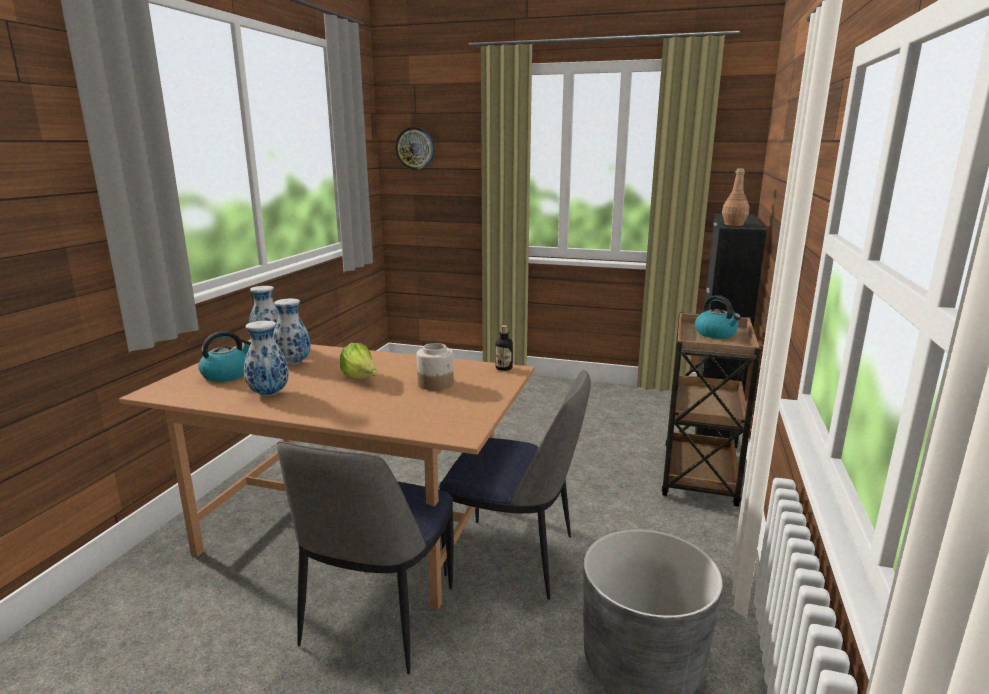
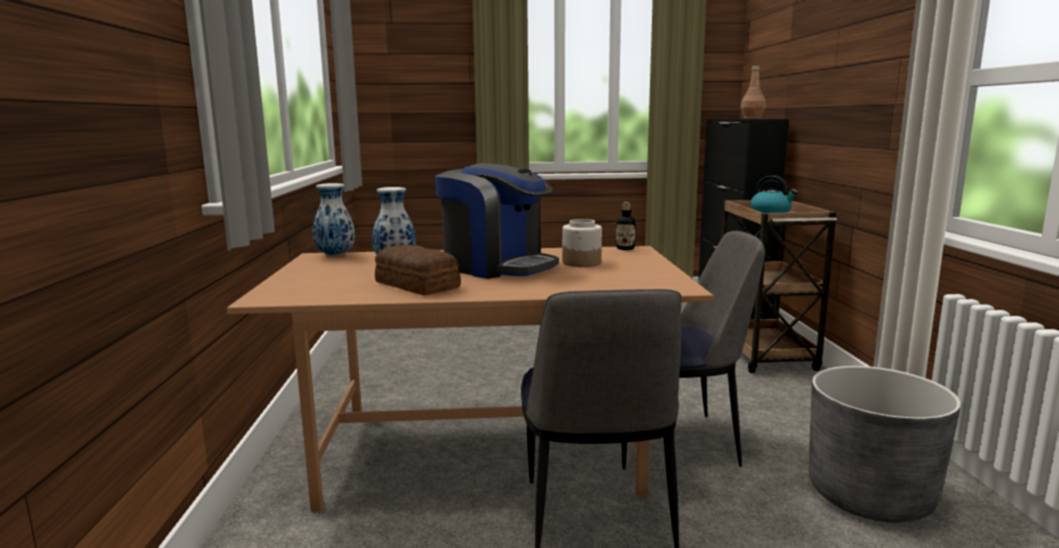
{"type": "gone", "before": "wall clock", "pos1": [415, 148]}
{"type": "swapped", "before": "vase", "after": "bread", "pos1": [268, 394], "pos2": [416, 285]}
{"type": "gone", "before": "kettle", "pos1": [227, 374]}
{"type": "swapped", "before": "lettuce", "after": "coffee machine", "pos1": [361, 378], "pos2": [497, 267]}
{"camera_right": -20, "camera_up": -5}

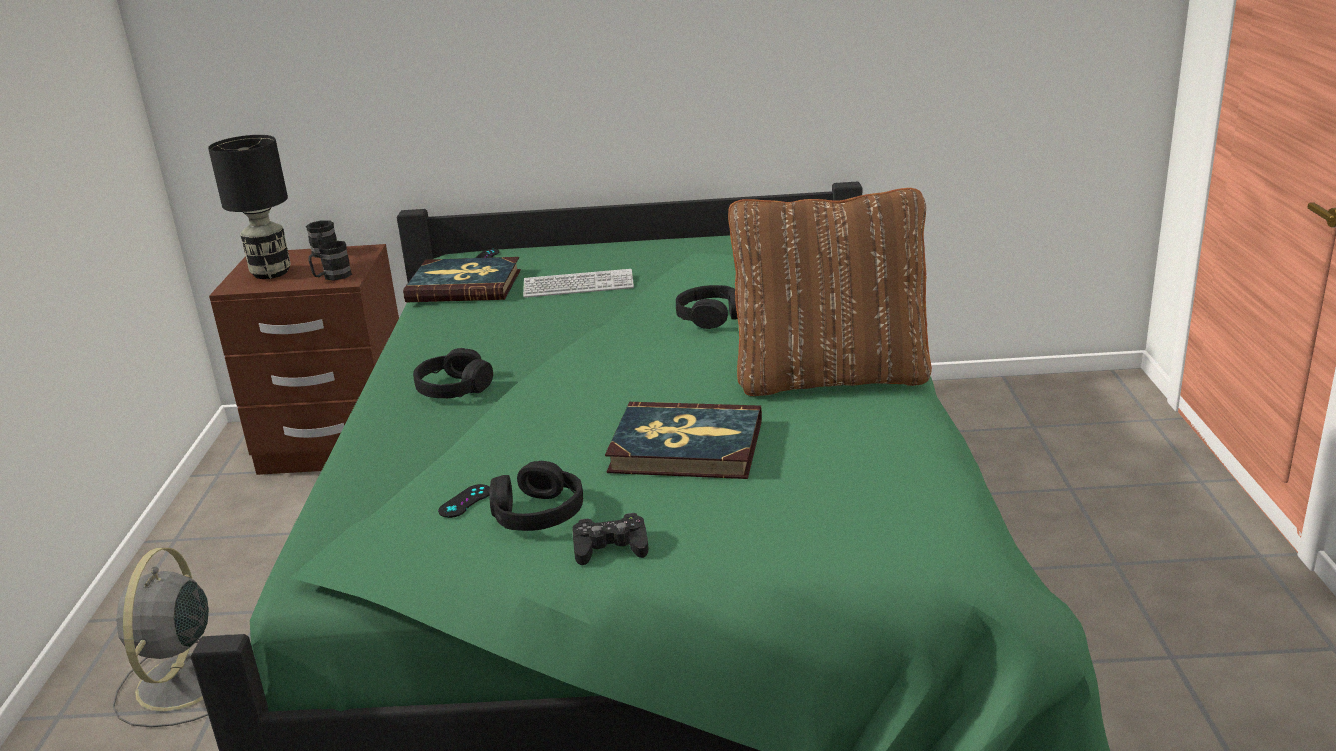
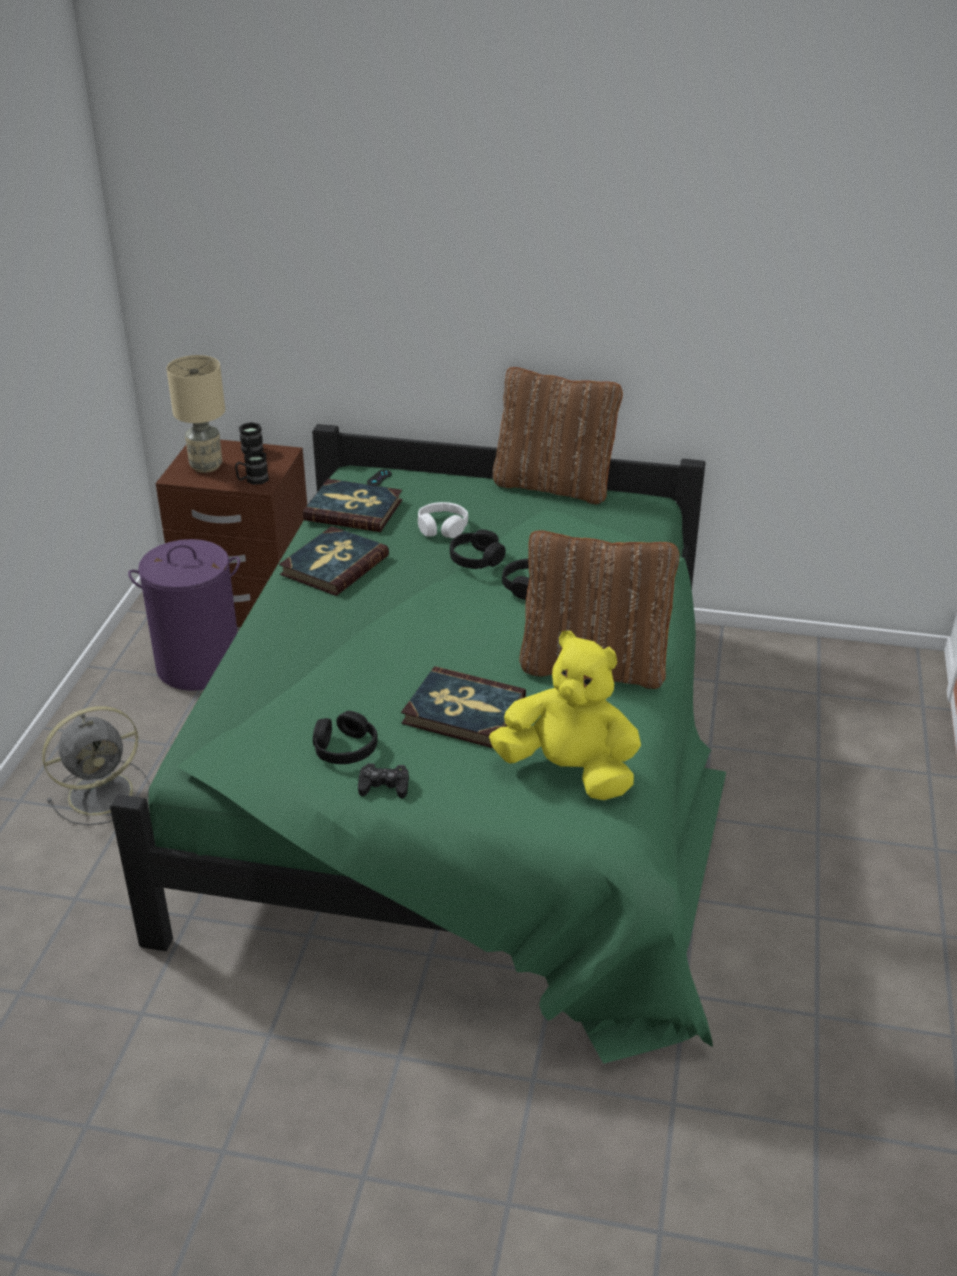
{"type": "repainted", "before": "table lamp in black", "after": "table lamp in beige", "pos1": [272, 273], "pos2": [207, 466]}
{"type": "swapped", "before": "keyboard", "after": "headphones in white", "pos1": [578, 286], "pos2": [442, 527]}
{"type": "shifted", "before": "headphones in black", "pos1": [454, 388], "pos2": [476, 558]}
{"type": "gone", "before": "game controller in black", "pos1": [465, 501]}
{"type": "rotated", "before": "fan in grey", "pos1": [180, 684], "pos2": [103, 792], "turn": -135}
{"type": "new", "after": "pillow in brown", "pos2": [554, 486]}
{"type": "new", "after": "book", "pos2": [334, 565]}
{"type": "new", "after": "laundry basket in purple", "pos2": [199, 665]}
{"type": "new", "after": "plush toy in yellow", "pos2": [569, 771]}
{"camera_right": 10, "camera_up": 10}

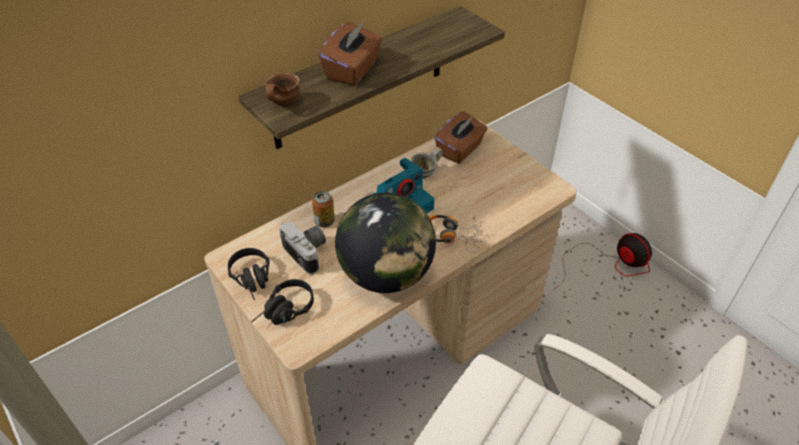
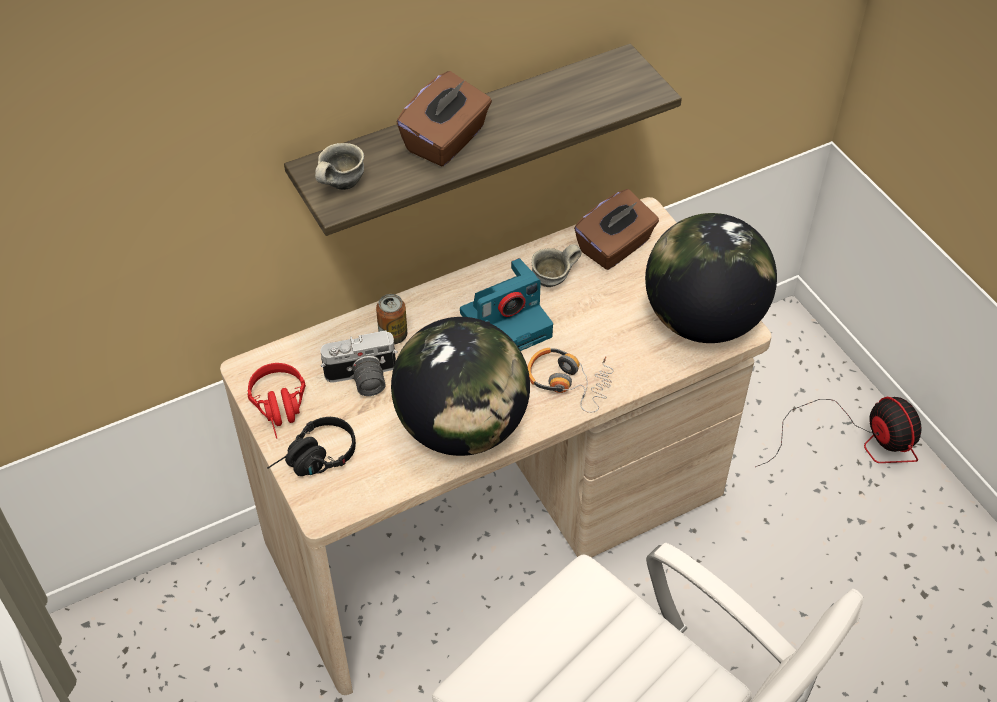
{"type": "repainted", "before": "mug in brown", "after": "mug in grey", "pos1": [282, 104], "pos2": [339, 185]}
{"type": "rotated", "before": "photo camera", "pos1": [309, 253], "pos2": [362, 380], "turn": 105}
{"type": "repainted", "before": "headphones in black", "after": "headphones in red", "pos1": [254, 281], "pos2": [281, 409]}
{"type": "new", "after": "globe", "pos2": [703, 320]}
{"camera_right": 10, "camera_up": 5}

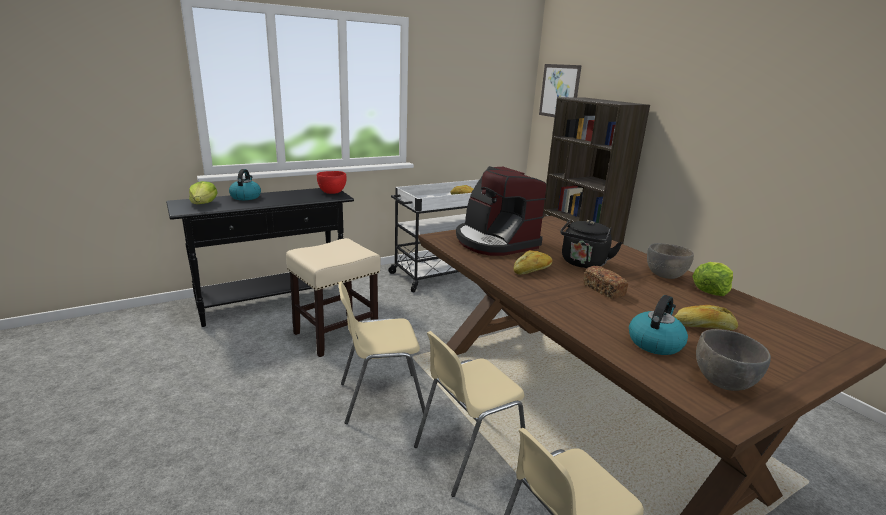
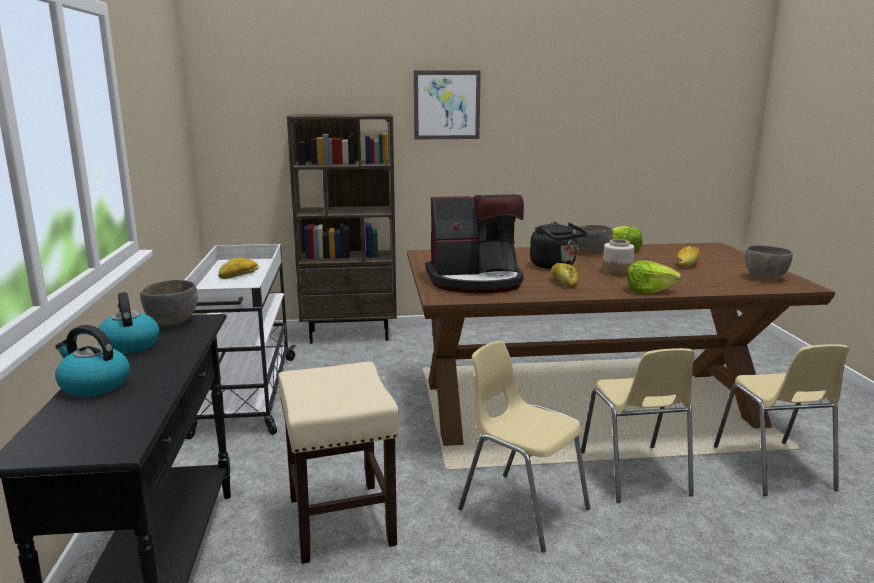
{"type": "shifted", "before": "picture", "pos1": [559, 91], "pos2": [446, 105]}
{"type": "repainted", "before": "bowl in red", "after": "bowl in grey", "pos1": [332, 193], "pos2": [173, 322]}
{"type": "shifted", "before": "lettuce", "pos1": [204, 204], "pos2": [649, 291]}
{"type": "swapped", "before": "bread", "after": "jar", "pos1": [603, 290], "pos2": [617, 272]}
{"type": "rotated", "before": "chair in beige", "pos1": [380, 398], "pos2": [522, 509], "turn": 120}
{"type": "shifted", "before": "kettle", "pos1": [655, 342], "pos2": [129, 345]}
{"camera_right": -65, "camera_up": -5}

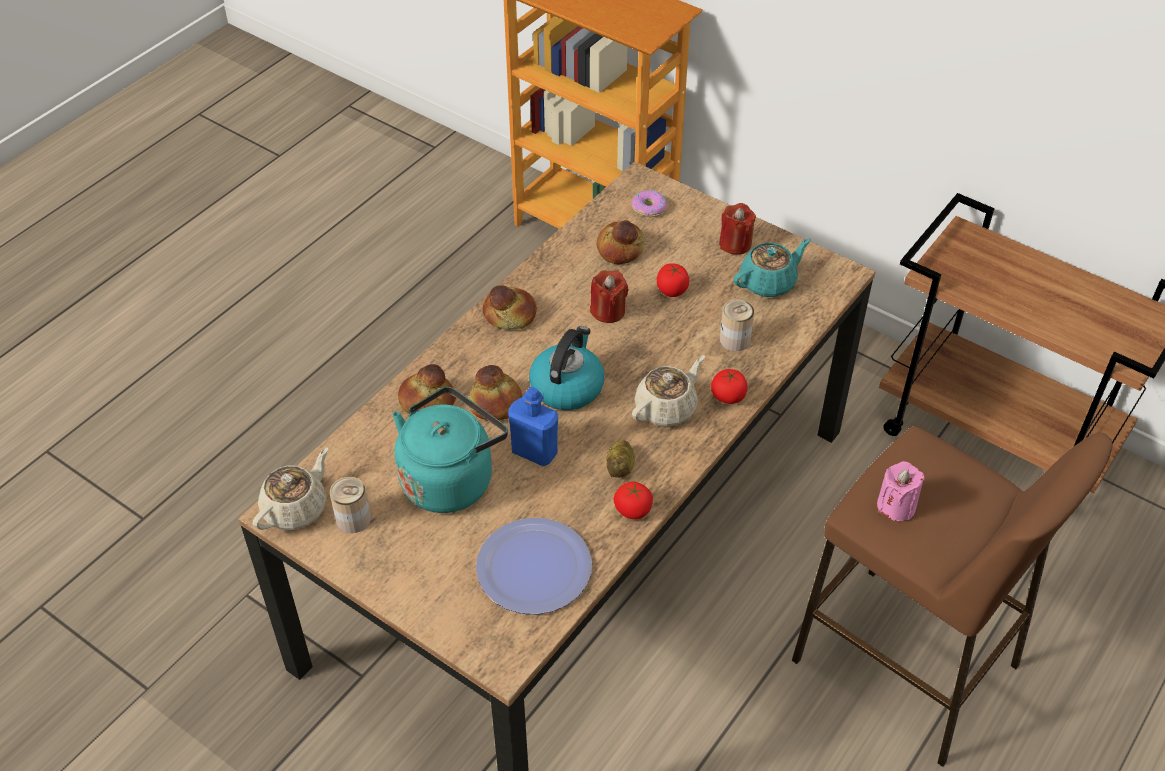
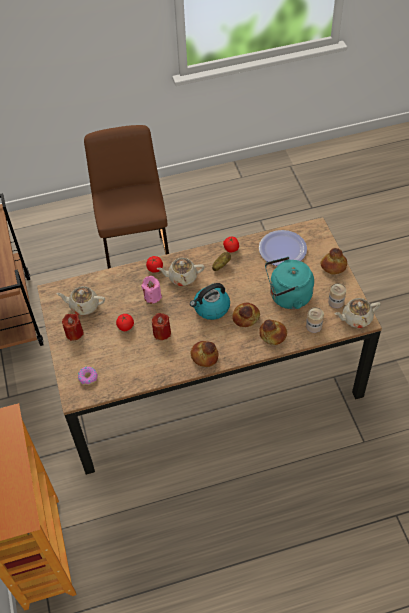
{"type": "shifted", "before": "bread", "pos1": [621, 249], "pos2": [333, 266]}
{"type": "repainted", "before": "teapot in turquoise", "after": "teapot in beige", "pos1": [768, 282], "pos2": [83, 306]}
{"type": "shifted", "before": "can", "pos1": [734, 339], "pos2": [313, 326]}
{"type": "gone", "before": "bottle in blue", "pos1": [534, 452]}
{"type": "shifted", "before": "candle in pink", "pos1": [896, 506], "pos2": [152, 296]}
{"camera_right": -140, "camera_up": 5}

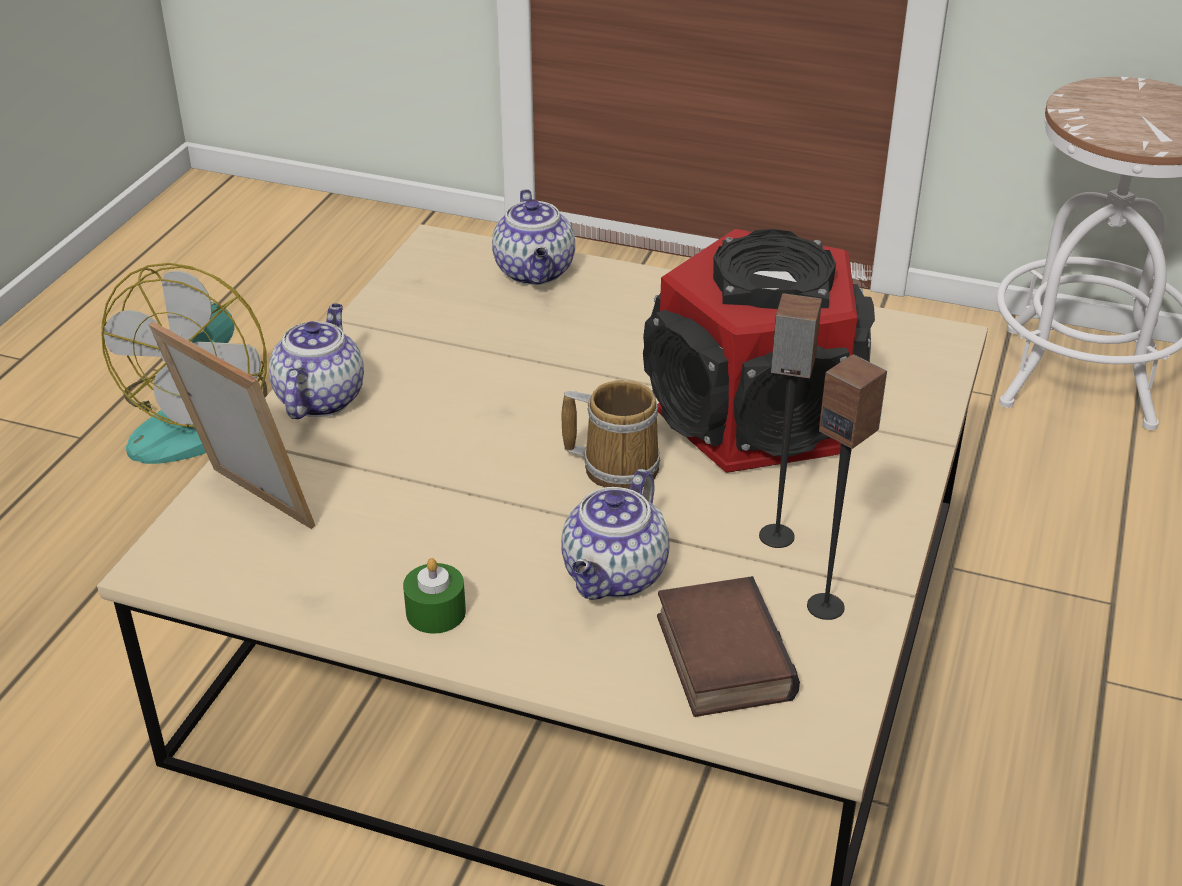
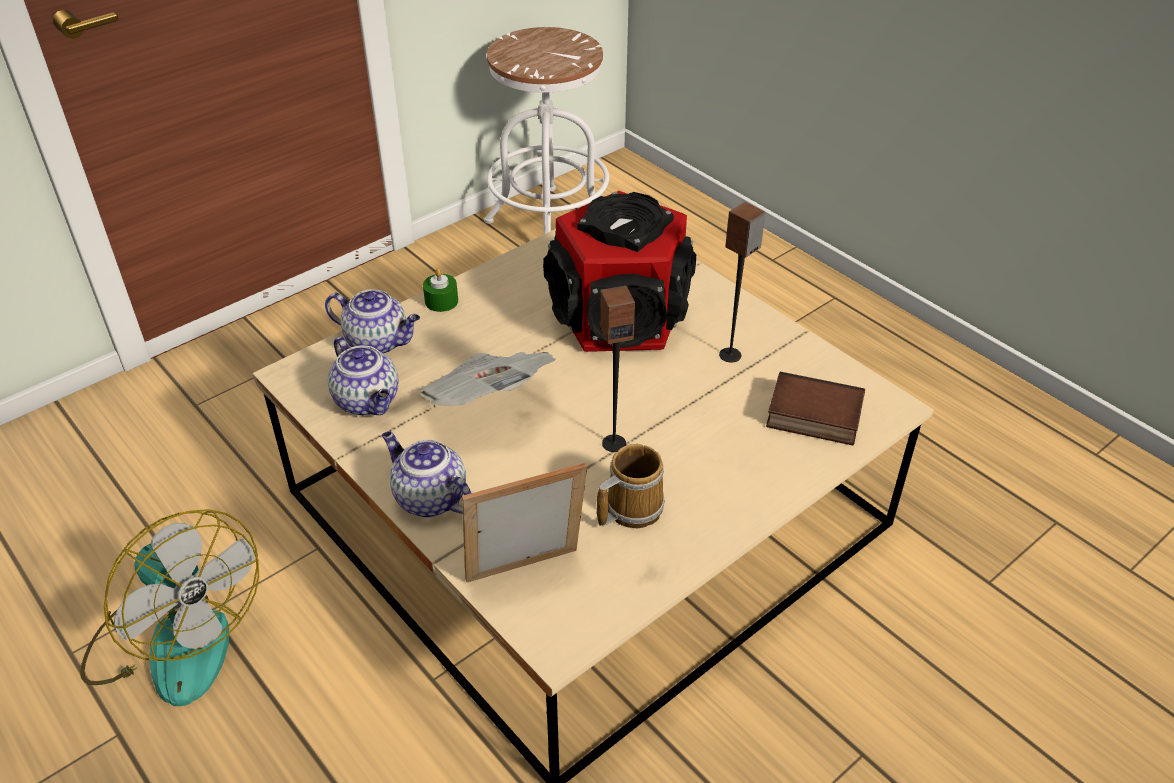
{"type": "shifted", "before": "speaker", "pos1": [826, 606], "pos2": [614, 443]}
{"type": "shifted", "before": "mug", "pos1": [616, 465], "pos2": [630, 508]}
{"type": "shifted", "before": "teapot", "pos1": [615, 577], "pos2": [368, 401]}
{"type": "shifted", "before": "candle in green", "pos1": [436, 612], "pos2": [441, 301]}
{"type": "new", "after": "newspaper", "pos2": [487, 402]}
{"camera_right": -60, "camera_up": 5}

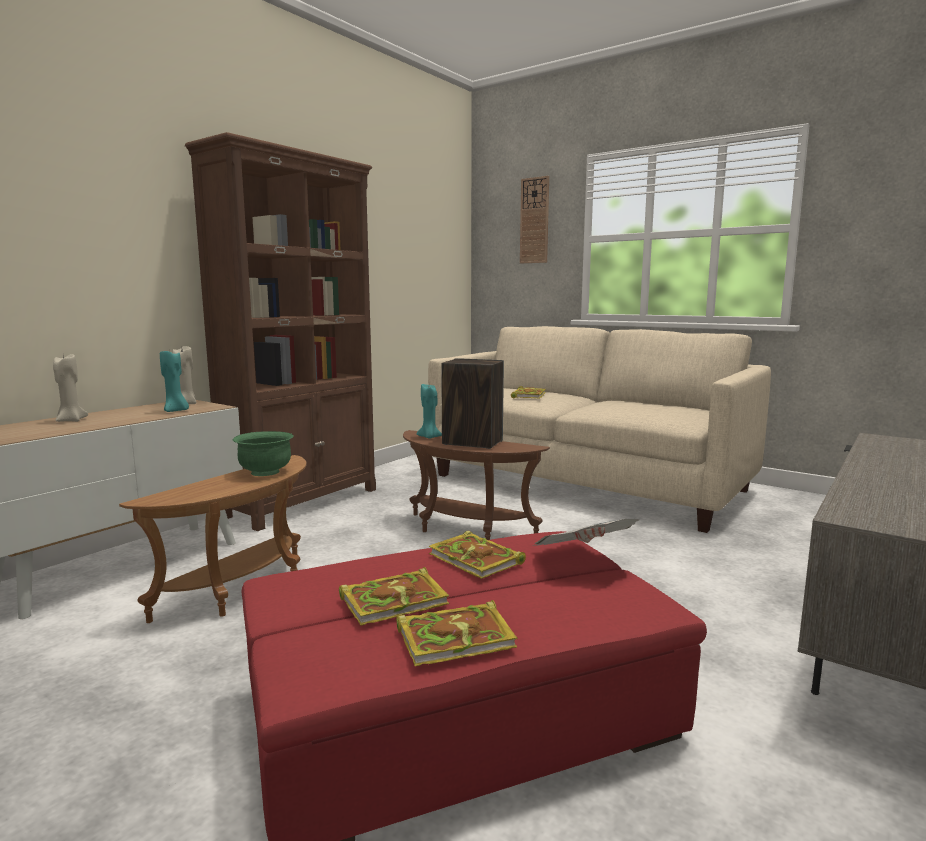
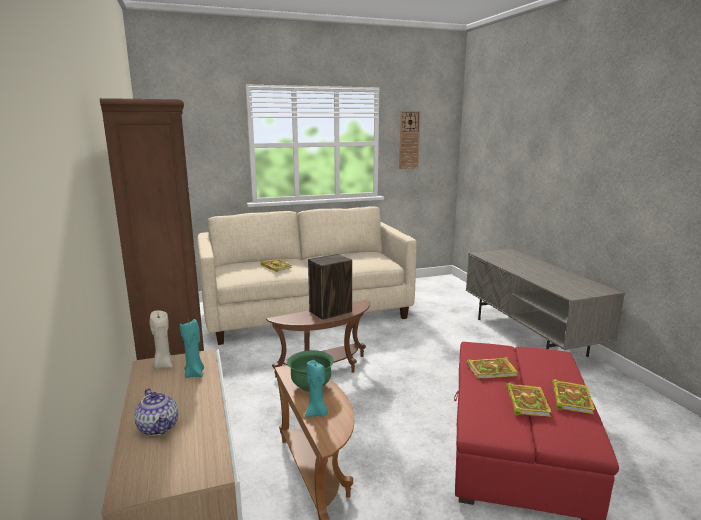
{"type": "shifted", "before": "wall clock", "pos1": [534, 220], "pos2": [409, 140]}
{"type": "swapped", "before": "candle in beige", "after": "teapot", "pos1": [71, 420], "pos2": [158, 427]}
{"type": "shifted", "before": "candle in turquoise", "pos1": [429, 437], "pos2": [317, 413]}
{"type": "gone", "before": "newspaper", "pos1": [582, 559]}
{"camera_right": -55, "camera_up": 5}

